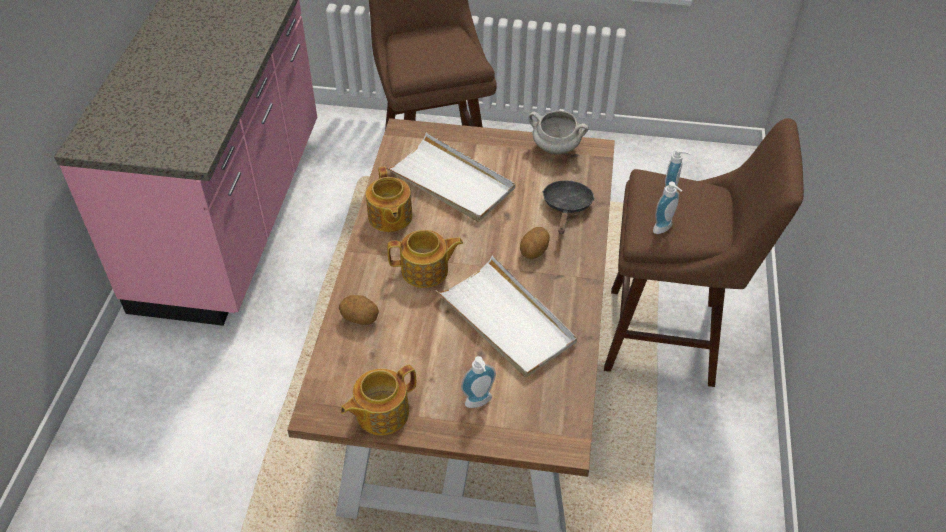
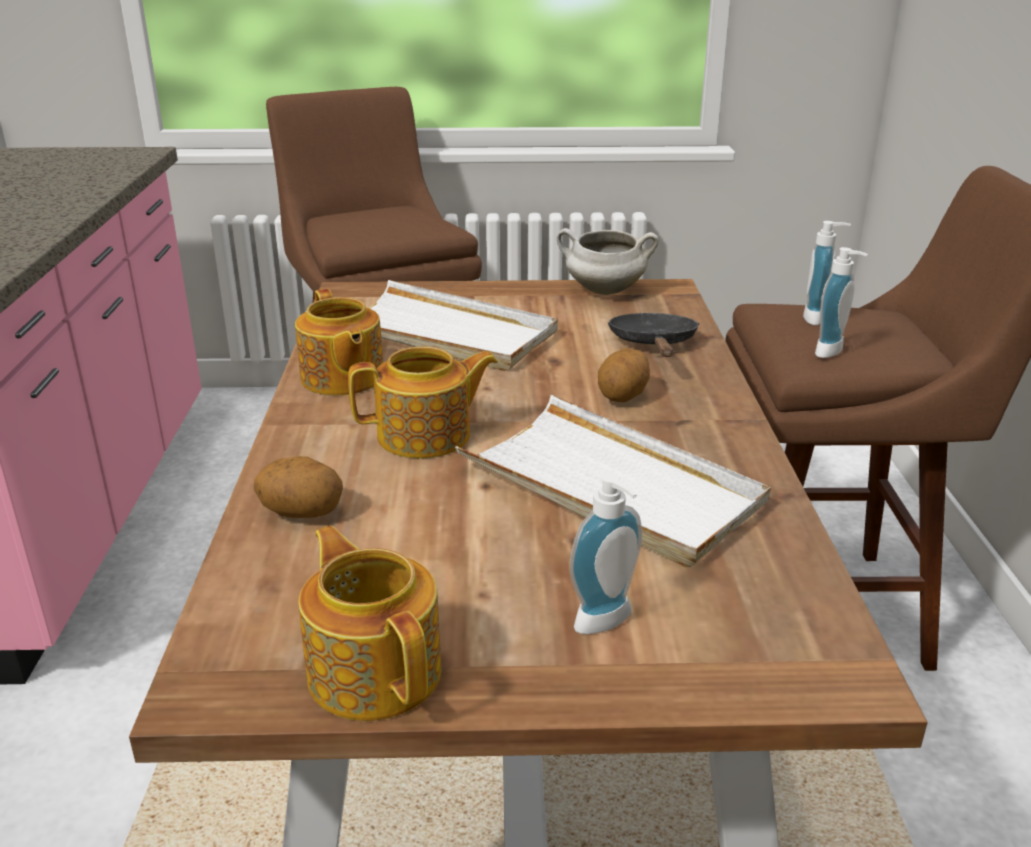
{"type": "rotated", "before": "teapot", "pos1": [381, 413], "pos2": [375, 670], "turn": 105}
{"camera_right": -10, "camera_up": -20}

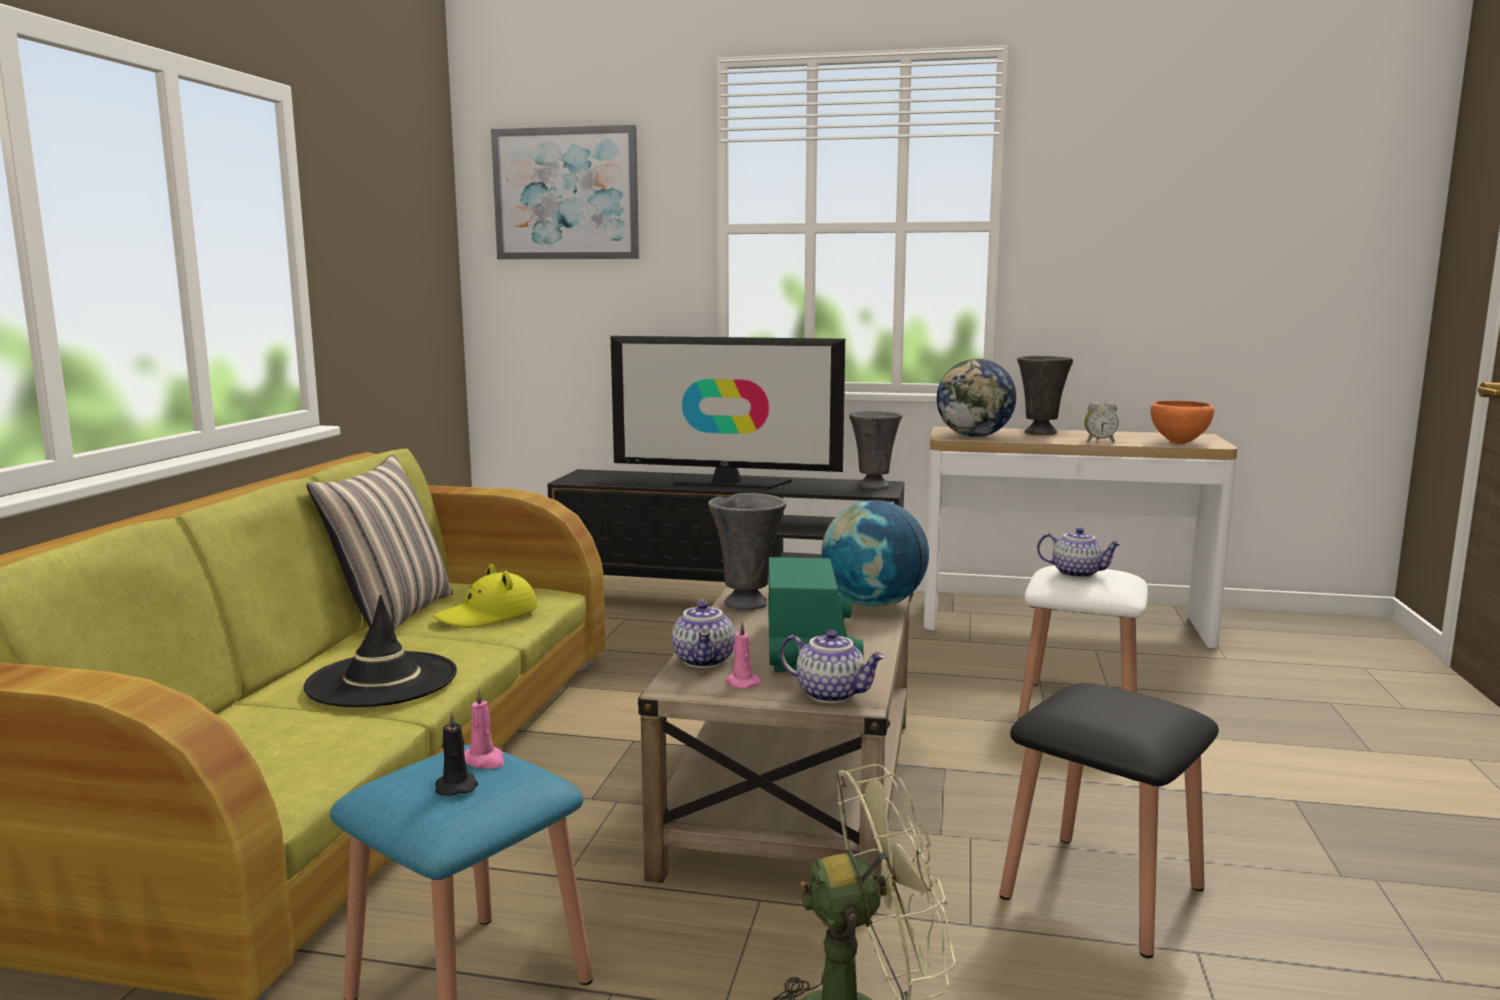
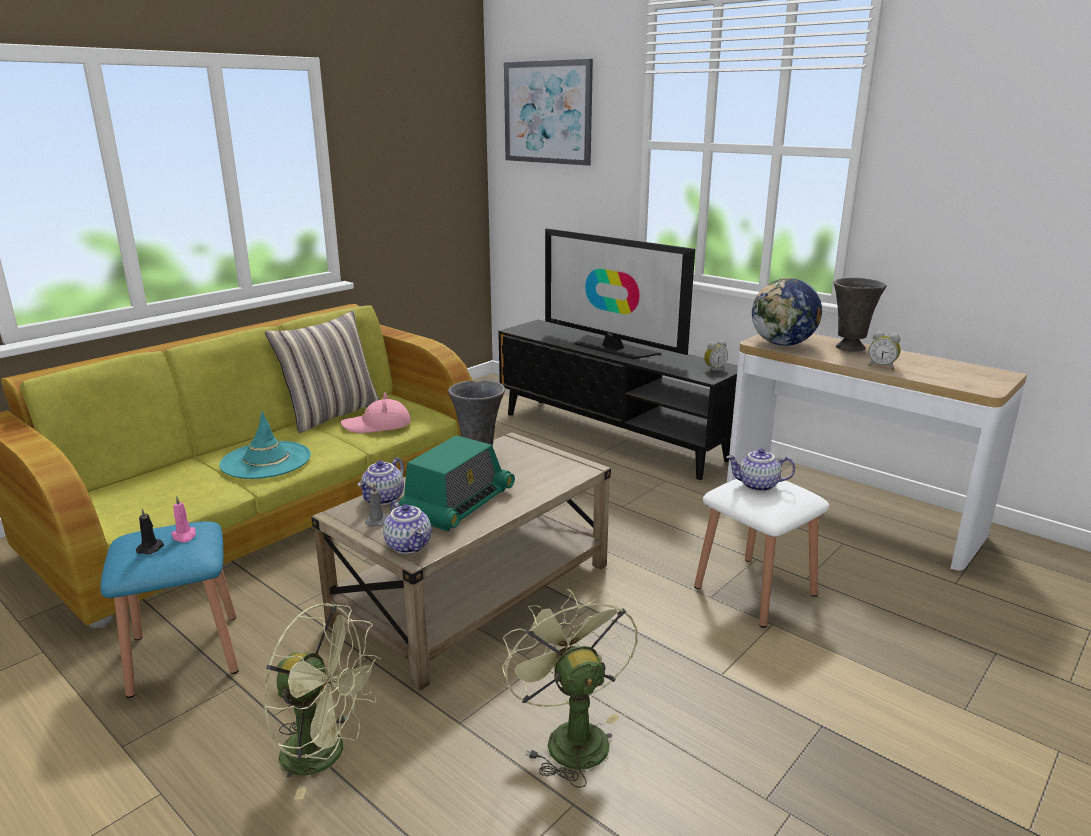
{"type": "gone", "before": "bowl in orange", "pos1": [1180, 443]}
{"type": "swapped", "before": "vase in grey", "after": "alarm clock", "pos1": [873, 486], "pos2": [713, 369]}
{"type": "gone", "before": "globe", "pos1": [873, 604]}
{"type": "rotated", "before": "teapot", "pos1": [1077, 573], "pos2": [757, 486], "turn": 135}
{"type": "repainted", "before": "hat in yellow", "after": "hat in pink", "pos1": [487, 615], "pos2": [377, 425]}
{"type": "repainted", "before": "hat in black", "after": "hat in turquoise", "pos1": [382, 680], "pos2": [266, 460]}
{"type": "repainted", "before": "candle in pink", "after": "candle in grey", "pos1": [741, 682], "pos2": [377, 521]}
{"type": "swapped", "before": "stool in black", "after": "fan in green", "pos1": [1102, 892], "pos2": [570, 736]}
{"camera_right": 30, "camera_up": 10}

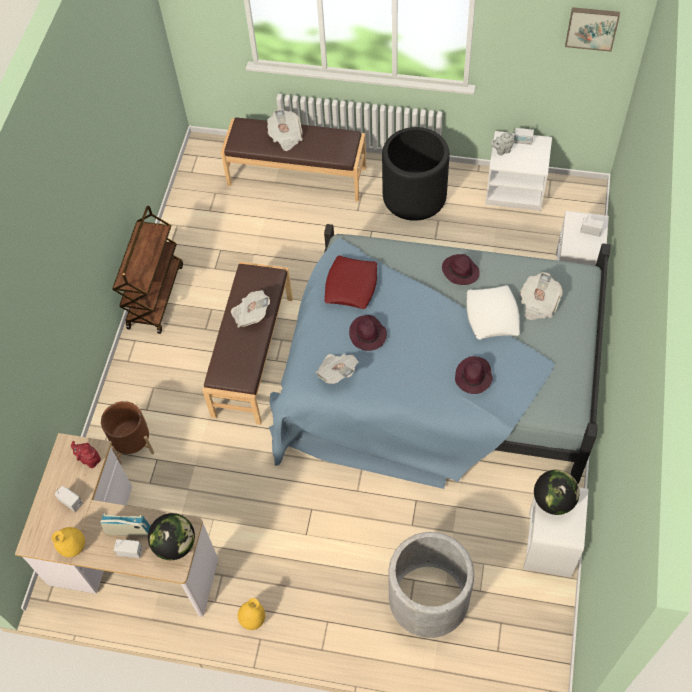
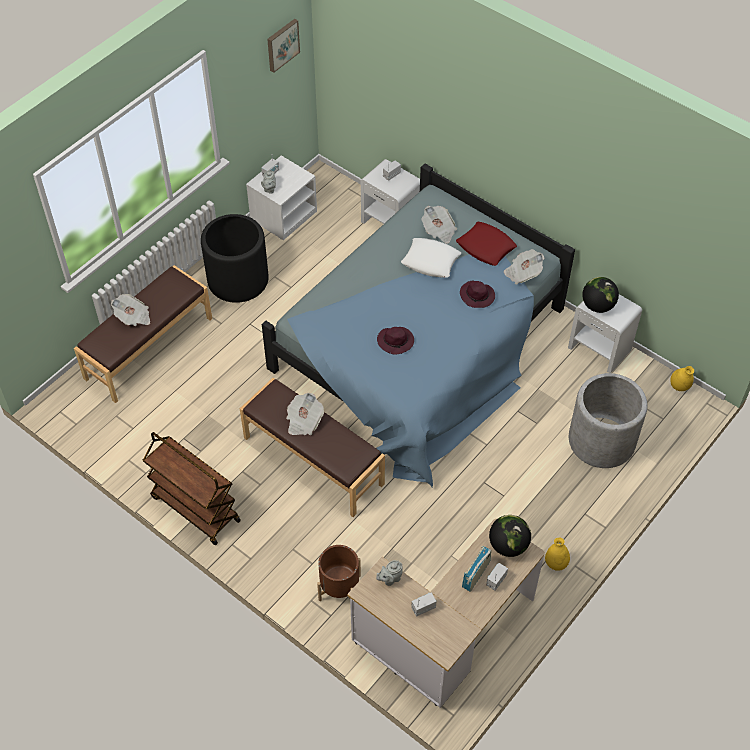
{"type": "gone", "before": "hat in purple", "pos1": [460, 271]}
{"type": "shifted", "before": "pillow in red", "pos1": [351, 285], "pos2": [485, 247]}
{"type": "shifted", "before": "newspaper", "pos1": [337, 372], "pos2": [522, 273]}
{"type": "repainted", "before": "teapot in red", "after": "teapot in grey", "pos1": [89, 459], "pos2": [390, 579]}
{"type": "shifted", "before": "vase in yellow", "pos1": [73, 547], "pos2": [679, 386]}
{"camera_right": -65, "camera_up": -5}

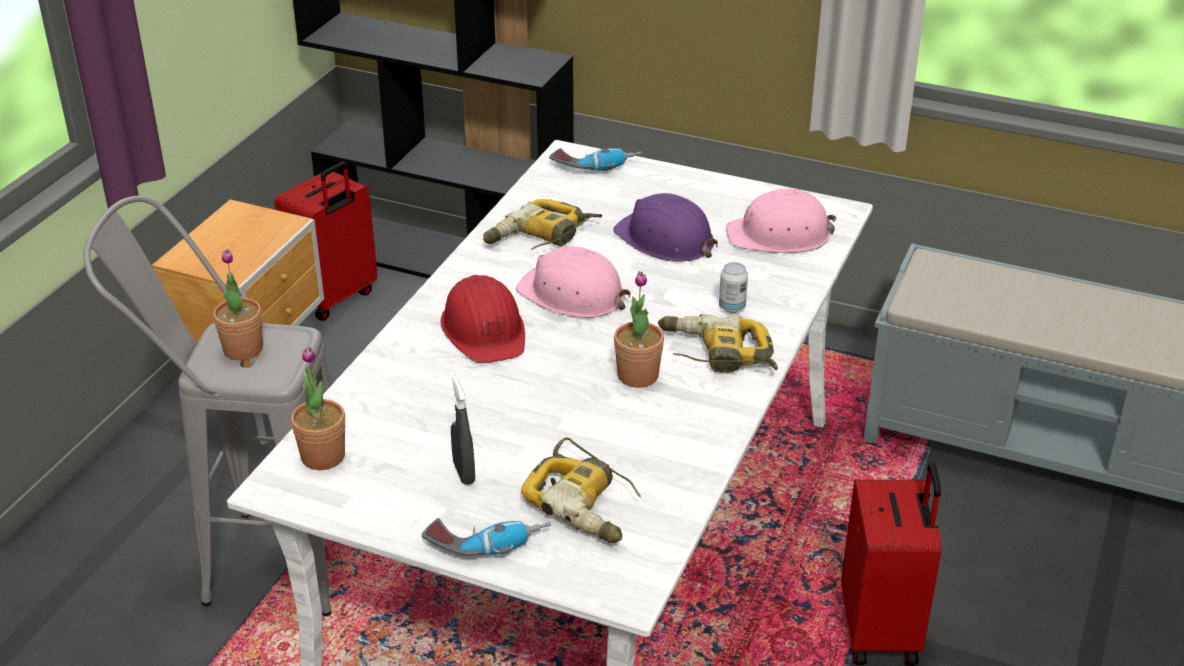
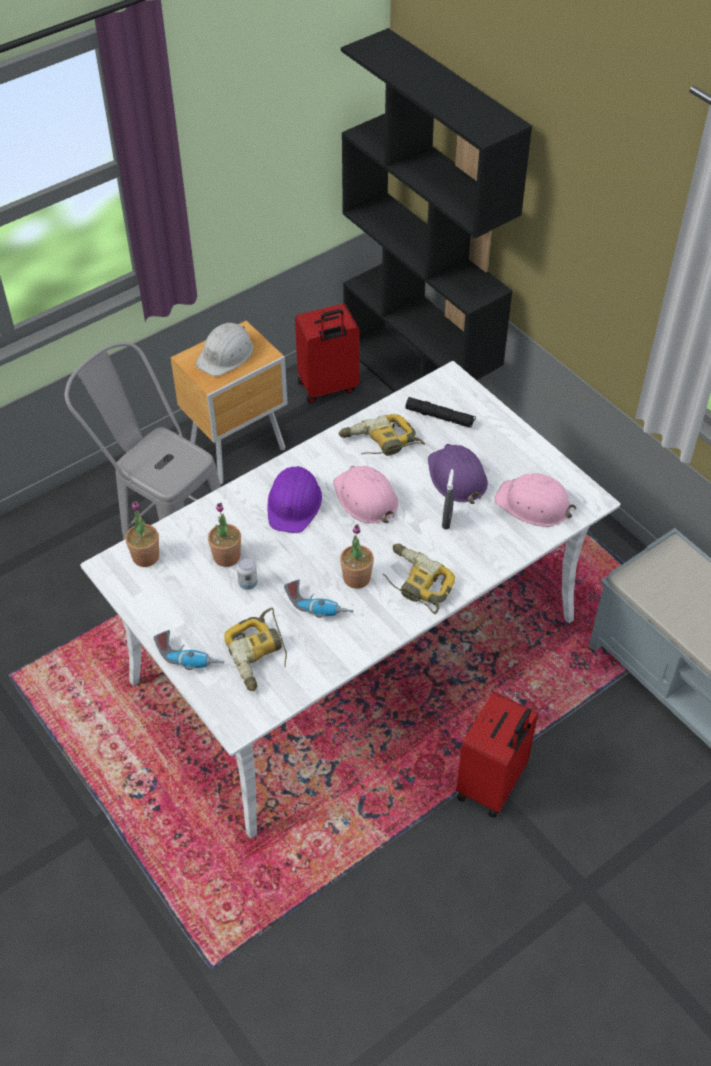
{"type": "shifted", "before": "power drill", "pos1": [595, 166], "pos2": [318, 605]}
{"type": "shifted", "before": "potted plant", "pos1": [243, 349], "pos2": [226, 556]}
{"type": "shifted", "before": "can", "pos1": [732, 307], "pos2": [248, 583]}
{"type": "repainted", "before": "hard hat in red", "after": "hard hat in purple", "pos1": [484, 330], "pos2": [294, 503]}
{"type": "shifted", "before": "spray bottle in grey", "pos1": [464, 473], "pos2": [447, 520]}
{"type": "new", "after": "hard hat in white", "pos2": [226, 354]}
{"type": "new", "after": "flashlight in black", "pos2": [440, 417]}
{"camera_right": 30, "camera_up": 15}

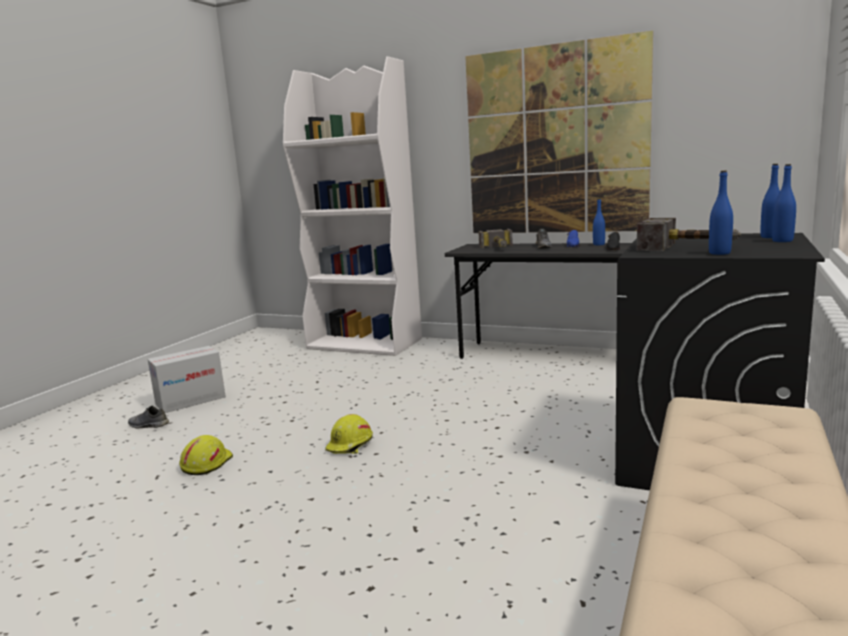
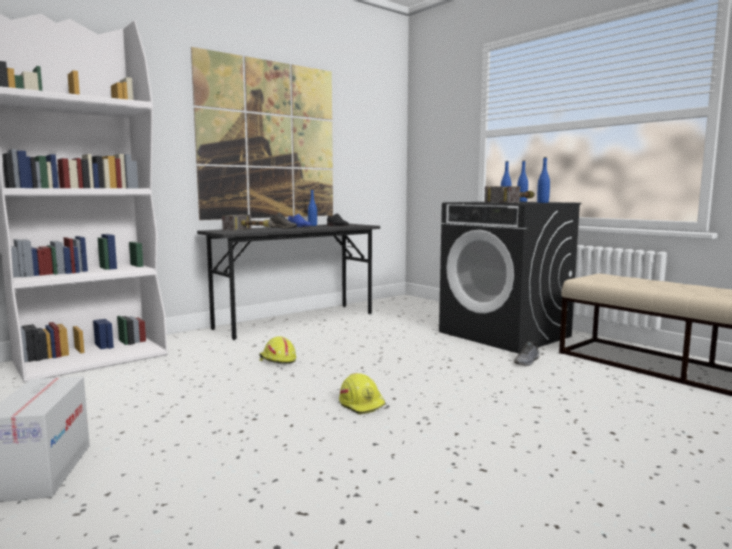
{"type": "shifted", "before": "shoe in grey", "pos1": [148, 425], "pos2": [527, 362]}
{"type": "shifted", "before": "hard hat in yellow", "pos1": [206, 463], "pos2": [277, 360]}
{"camera_right": -65, "camera_up": -5}

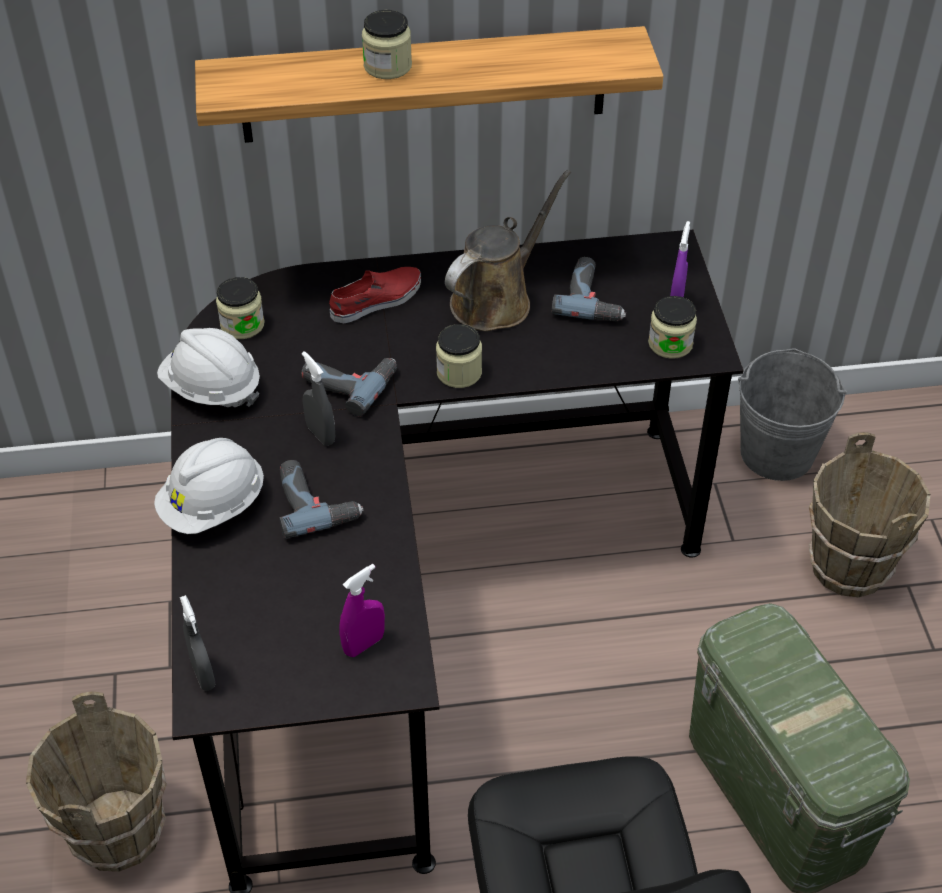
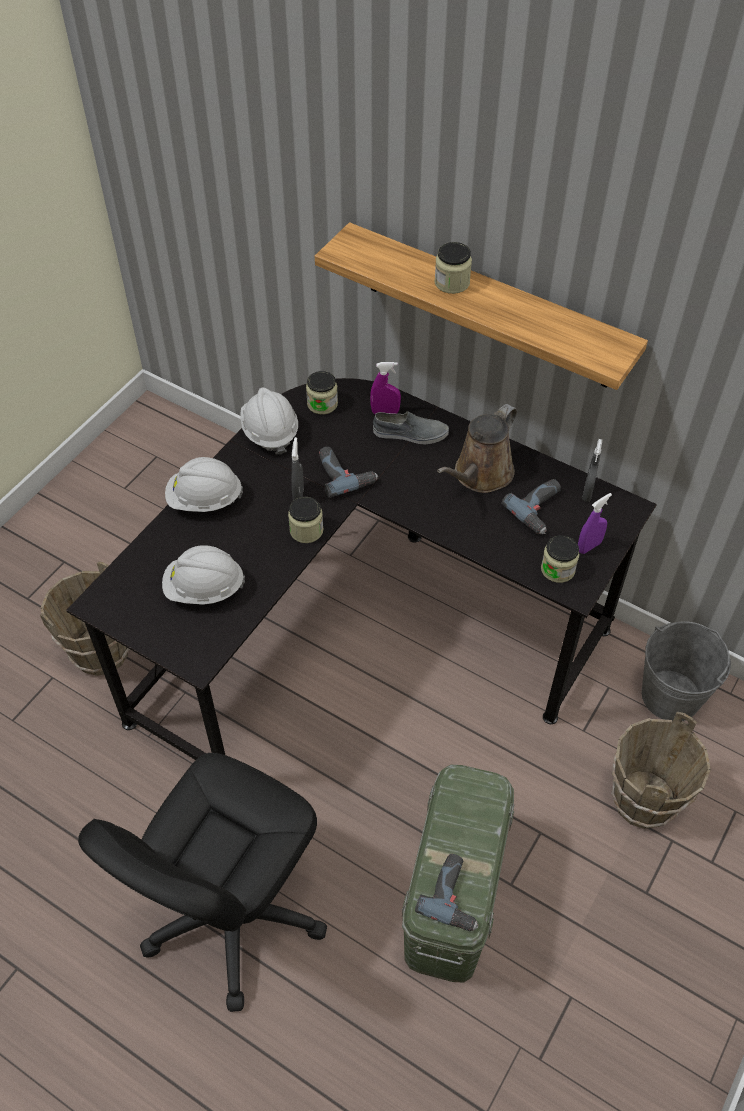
{"type": "rotated", "before": "watering can in brown", "pos1": [496, 299], "pos2": [480, 475], "turn": 135}
{"type": "repainted", "before": "shoe in red", "after": "shoe in grey", "pos1": [377, 300], "pos2": [410, 434]}
{"type": "shifted", "before": "jar", "pos1": [459, 372], "pos2": [306, 530]}
{"type": "shifted", "before": "power drill", "pos1": [315, 502], "pos2": [455, 895]}
{"type": "shifted", "before": "spray bottle in purple", "pos1": [364, 644], "pos2": [385, 412]}
{"type": "shifted", "before": "spray bottle in grey", "pos1": [203, 674], "pos2": [587, 492]}
{"type": "new", "after": "hard hat in white", "pos2": [204, 589]}
{"camera_right": 40, "camera_up": 5}

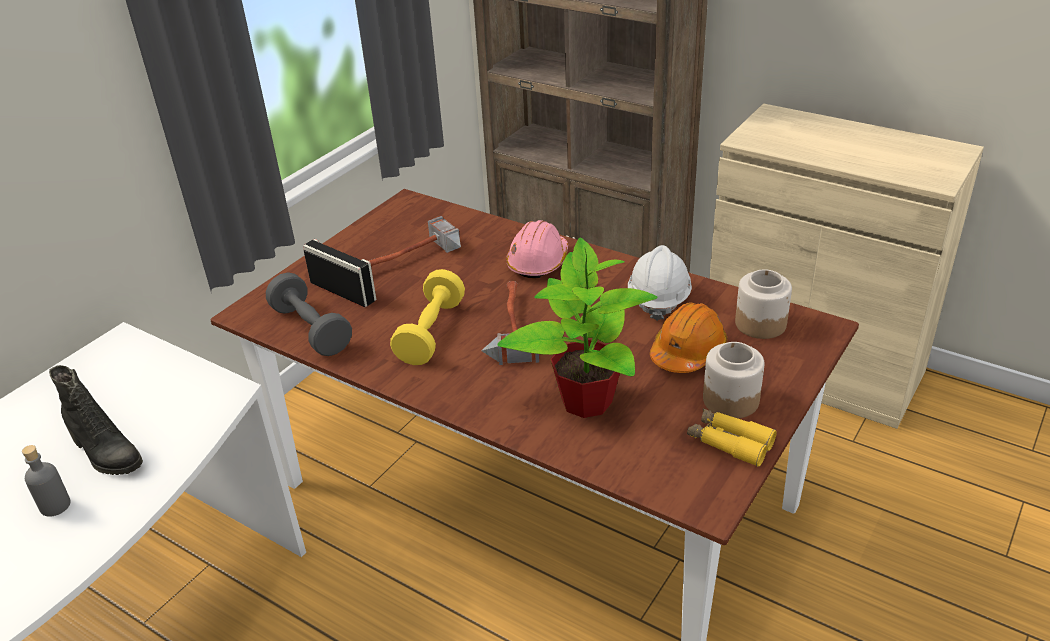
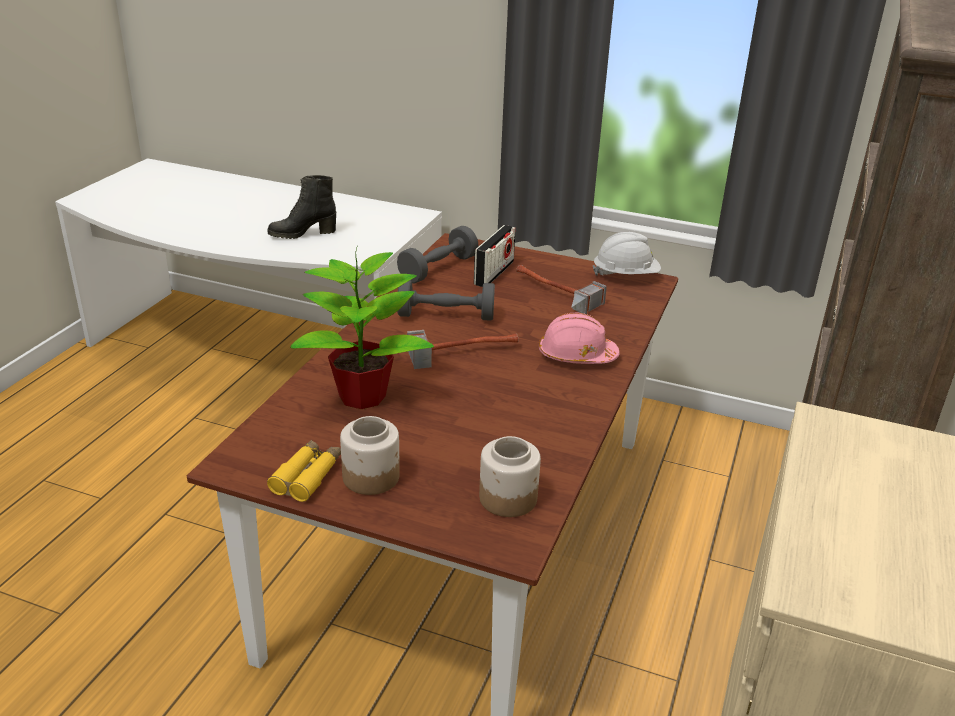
{"type": "shifted", "before": "hard hat in white", "pos1": [658, 299], "pos2": [625, 275]}
{"type": "repainted", "before": "dumbbell in yellow", "after": "dumbbell in grey", "pos1": [431, 332], "pos2": [446, 316]}
{"type": "gone", "before": "hard hat in orange", "pos1": [688, 352]}
{"type": "rotated", "before": "boot in black", "pos1": [106, 454], "pos2": [302, 233], "turn": 45}
{"type": "gone", "before": "bottle in grey", "pos1": [55, 505]}
{"camera_right": 75, "camera_up": -5}

